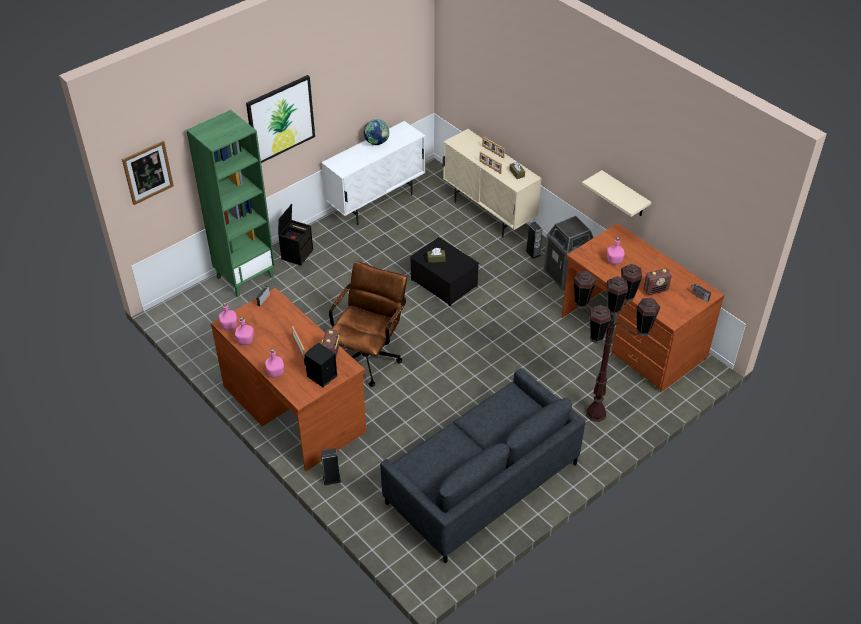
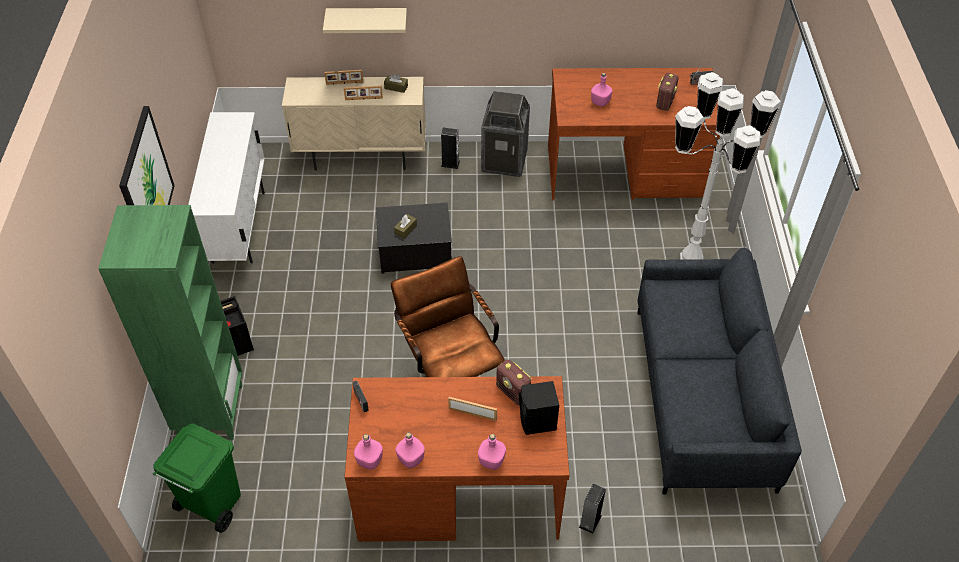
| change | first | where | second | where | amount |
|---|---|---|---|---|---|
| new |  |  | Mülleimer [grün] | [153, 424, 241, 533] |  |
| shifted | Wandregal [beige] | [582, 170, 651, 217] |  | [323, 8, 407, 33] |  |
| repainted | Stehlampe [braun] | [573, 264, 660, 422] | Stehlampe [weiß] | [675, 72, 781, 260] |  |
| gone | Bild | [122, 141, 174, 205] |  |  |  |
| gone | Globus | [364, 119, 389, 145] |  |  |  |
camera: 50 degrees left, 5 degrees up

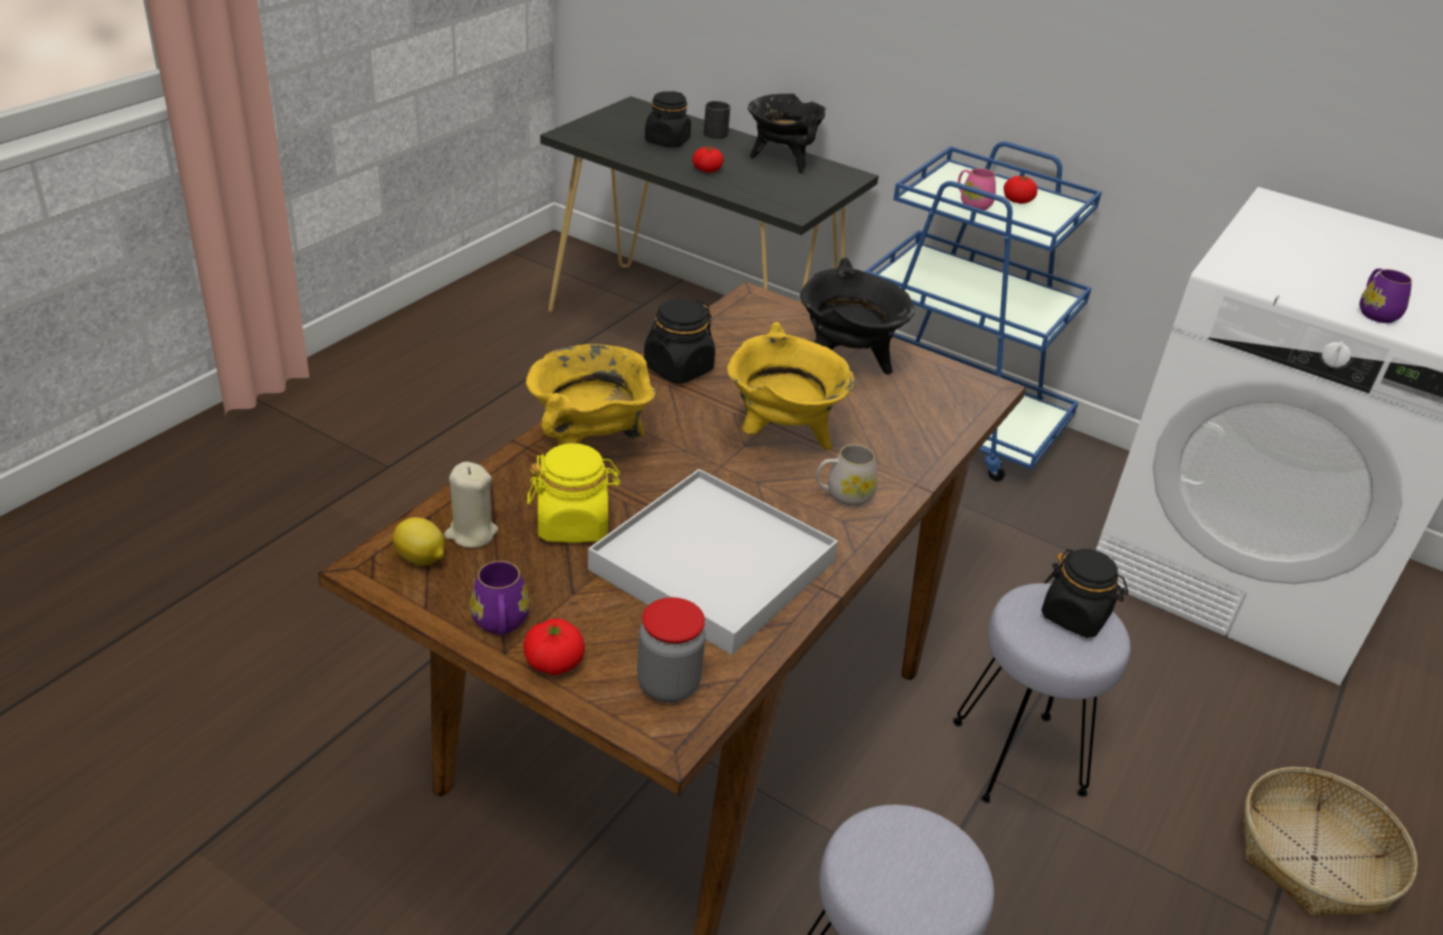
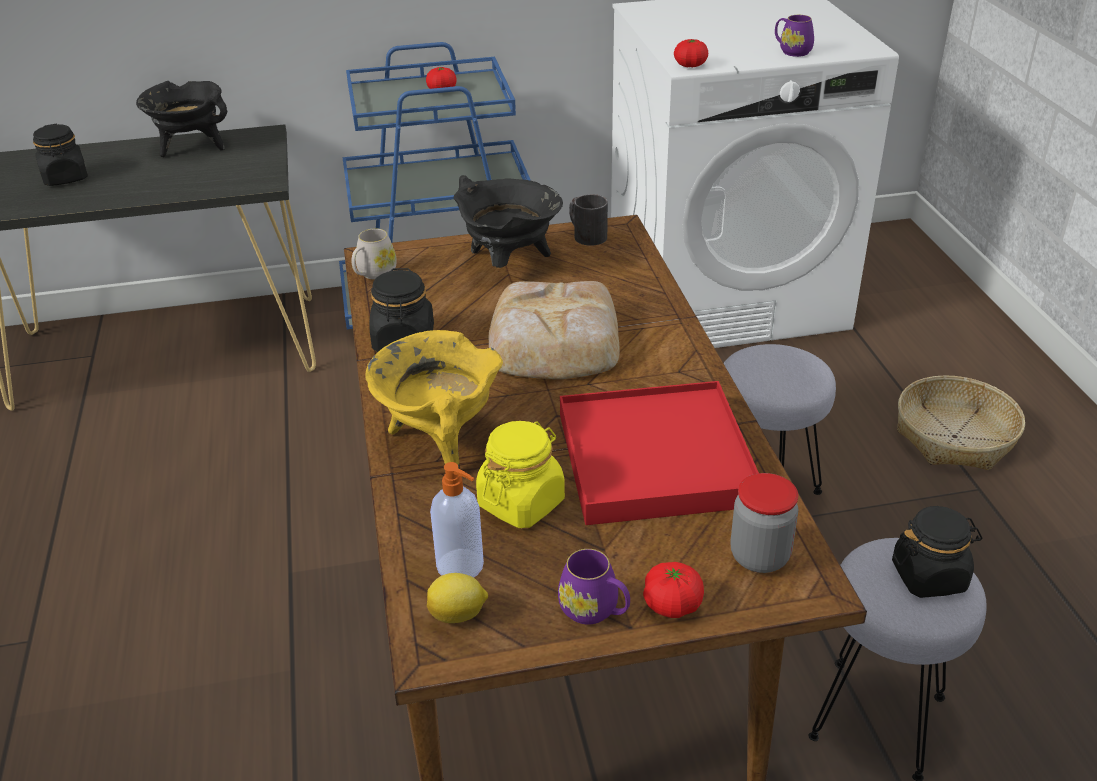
| change | first | where | second | where | amount |
|---|---|---|---|---|---|
| shifted | Henkelbecher [weiß] | [816, 444, 878, 507] |  | [352, 228, 397, 280] |  |
| swapped | Kerze [beige] | [444, 462, 498, 548] | Seifenspender | [430, 462, 484, 578] |  |
| swapped | Kochtopf [gelb] | [727, 322, 854, 450] | Brot | [489, 281, 620, 379] |  |
| repainted | Tablett [weiß] | [588, 469, 838, 655] | Tablett [rot] | [560, 381, 759, 525] |  |
| shifted | Henkelbecher [schwarz] | [704, 101, 730, 139] |  | [569, 194, 608, 246] |  |
| shifted | Tomate | [692, 147, 724, 173] |  | [674, 39, 708, 67] |  |
| shifted | Vorratsglas [schwarz] | [1041, 549, 1128, 638] |  | [892, 506, 982, 598] |  |
| gone | Henkelbecher [rosa] | [958, 168, 996, 210] |  |  |  |
camera: 40 degrees left, 0 degrees up

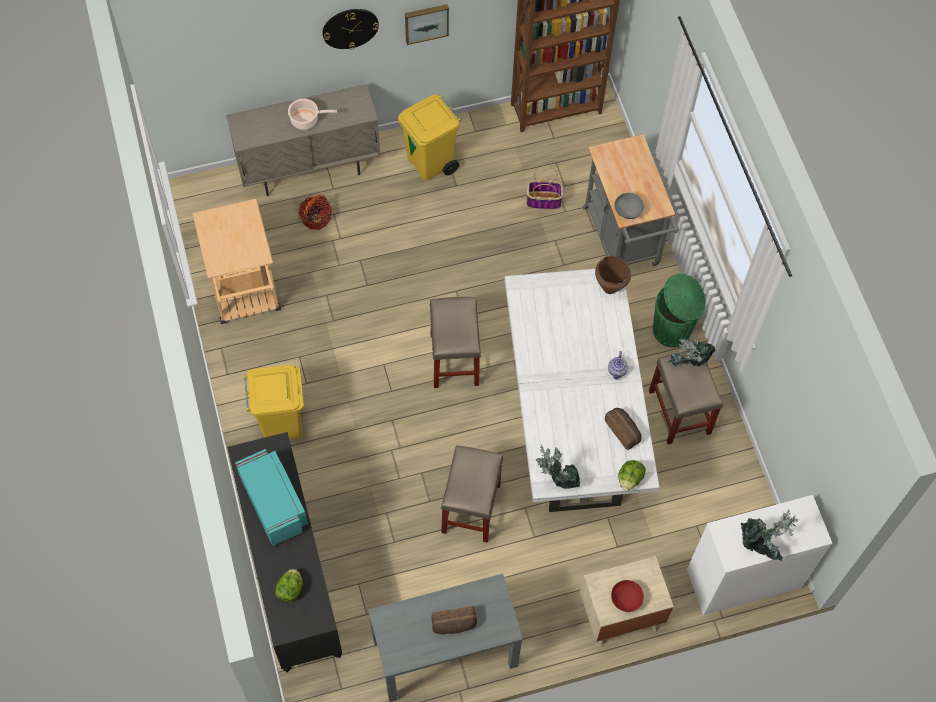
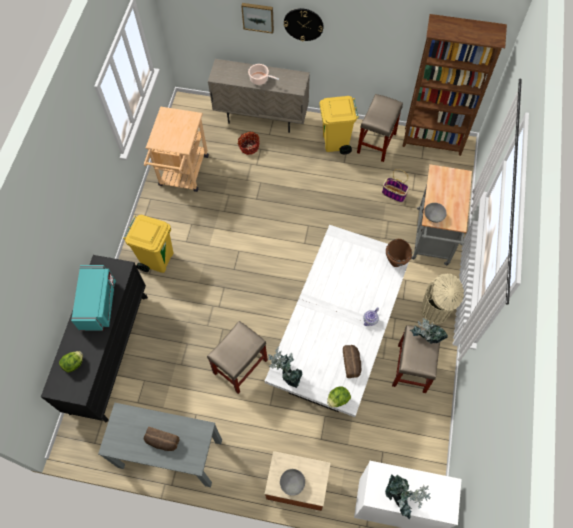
| change | first | where | second | where | amount |
|---|---|---|---|---|---|
| shifted | Bild | [405, 4, 449, 45] |  | [241, 3, 274, 34] |  |
| repainted | Schüssel [rot] | [611, 580, 644, 612] | Schüssel [grau] | [280, 469, 305, 496] |  |
| shifted | Hocker [beige] | [430, 297, 481, 388] |  | [357, 94, 403, 162] |  |
| repainted | Mülleimer [grün] | [653, 273, 706, 347] | Mülleimer [beige] | [421, 273, 464, 324] |  |
camera: 30 degrees right, 0 degrees up

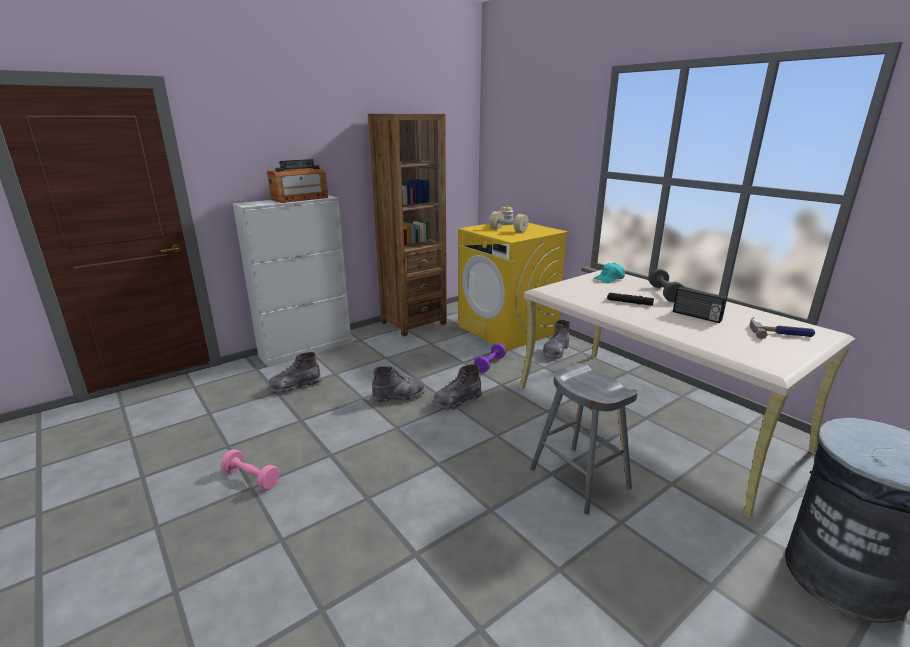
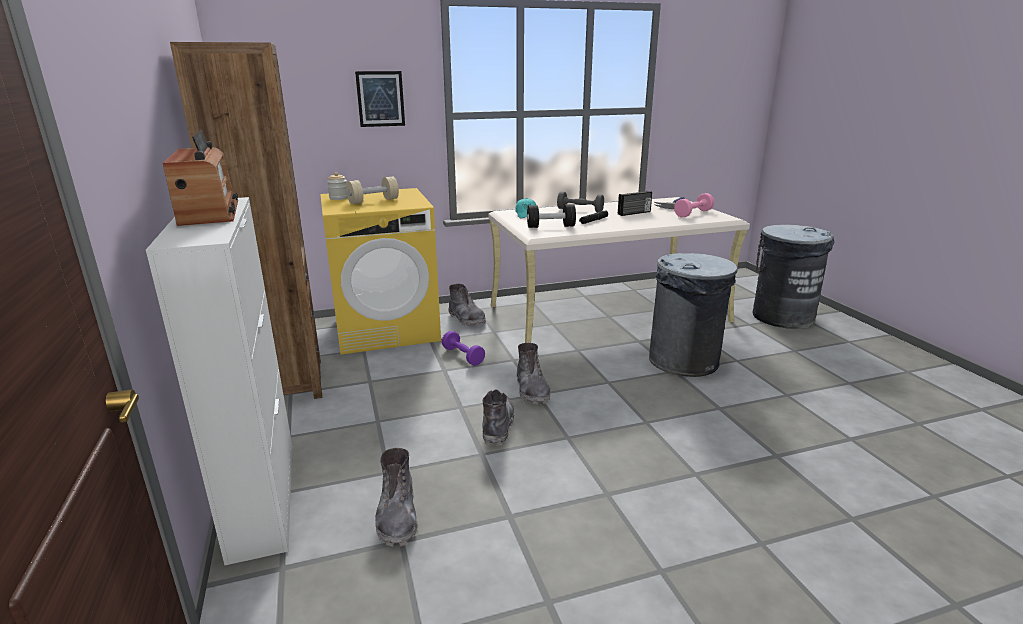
| change | first | where | second | where | amount |
|---|---|---|---|---|---|
| new |  |  | Bild | [355, 71, 405, 127] |  |
| new |  |  | Hantel [schwarz] | [527, 204, 576, 228] |  |
| swapped | Hocker [grau] | [530, 363, 638, 515] | Mülleimer [grau] | [649, 253, 738, 377] |  |
| shifted | Hantel [rosa] | [221, 449, 280, 490] |  | [674, 193, 714, 217] |  |
camera: 70 degrees left, 0 degrees up

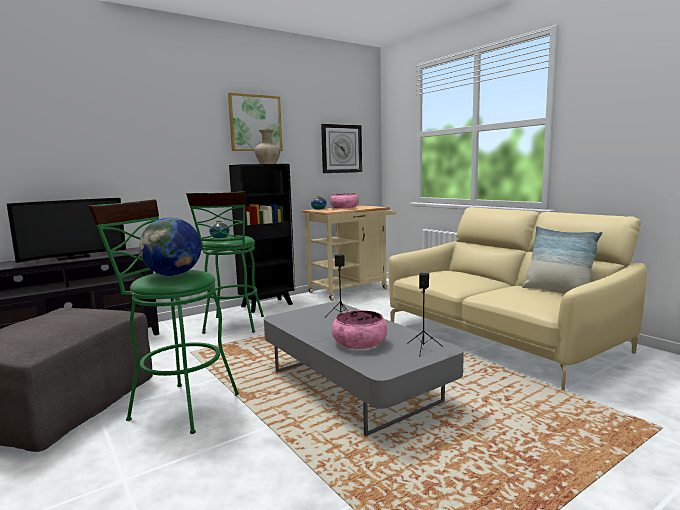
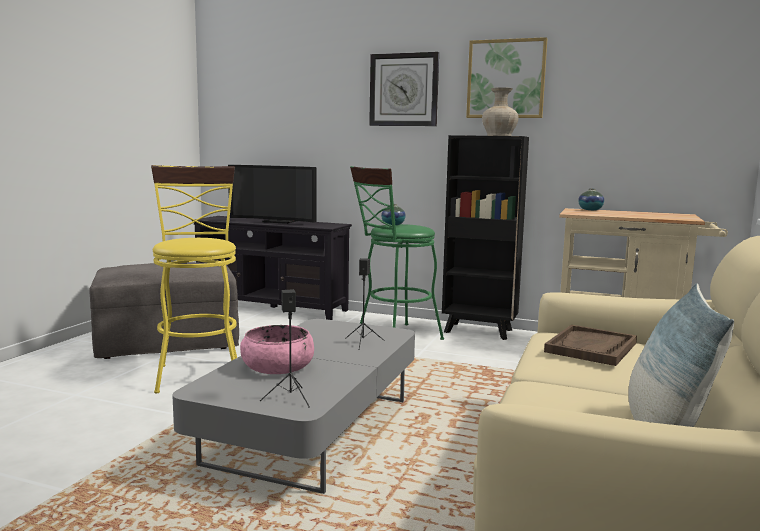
| change | first | where | second | where | amount |
|---|---|---|---|---|---|
| repainted | Hocker [grün] | [89, 199, 239, 434] | Hocker [gelb] | [151, 165, 237, 393] |  |
| shifted | Wanduhr | [321, 124, 362, 173] |  | [369, 52, 439, 126] |  |
| new |  |  | Tablett [braun] | [544, 325, 637, 366] |  |
| gone | Globus | [139, 217, 201, 276] |  |  |  |
| gone | Schüssel [rosa] | [330, 193, 359, 209] |  |  |  |
camera: 55 degrees right, 0 degrees up

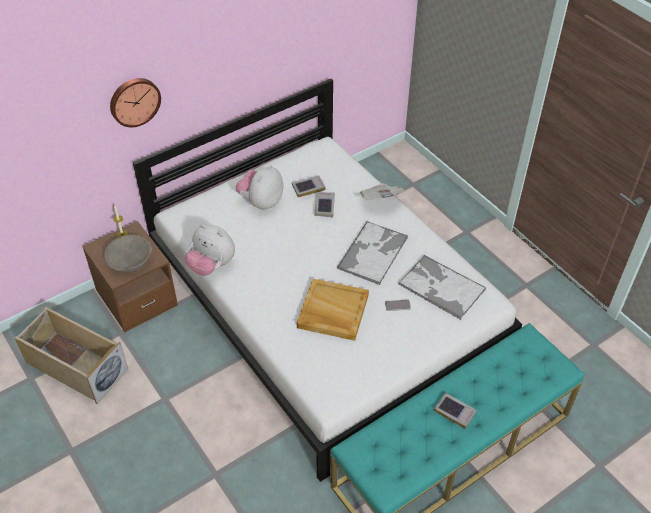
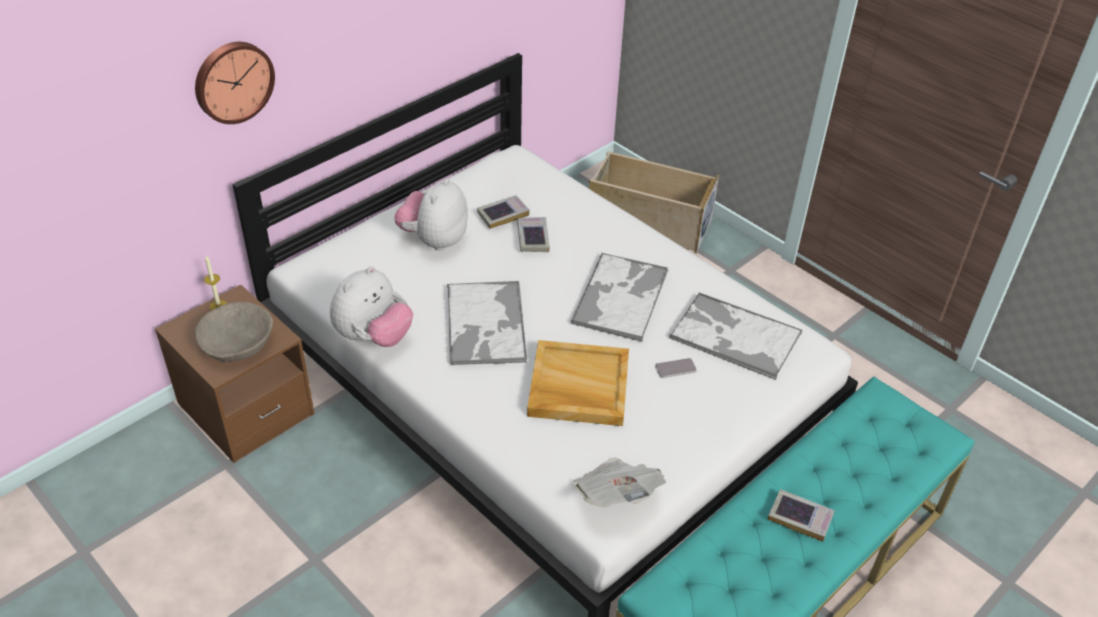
| change | first | where | second | where | amount |
|---|---|---|---|---|---|
| rotated | Plüschtier | [185, 224, 235, 276] |  | [330, 266, 413, 347] | 75 degrees counterclockwise |
| new |  |  | Tablett | [447, 281, 527, 365] |  |
| shifted | Zeitung | [360, 183, 404, 200] |  | [573, 458, 666, 507] |  |
| shifted | Aufbewahrungsbox [beige] | [14, 307, 128, 404] |  | [589, 151, 719, 254] |  |
camera: 10 degrees left, 5 degrees down

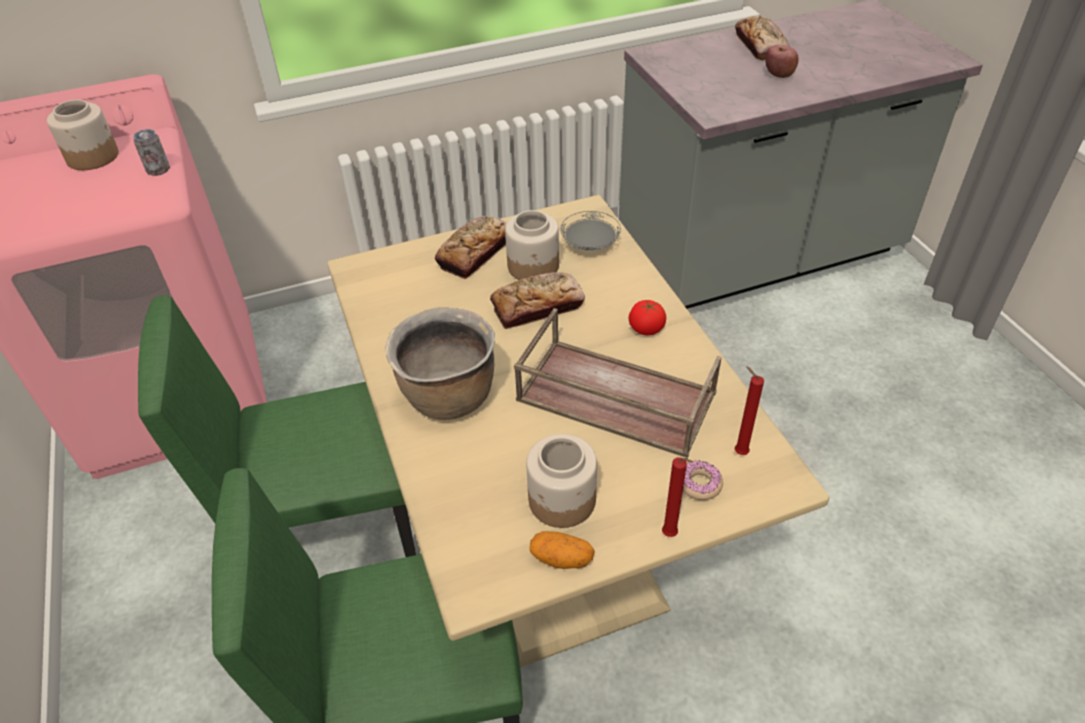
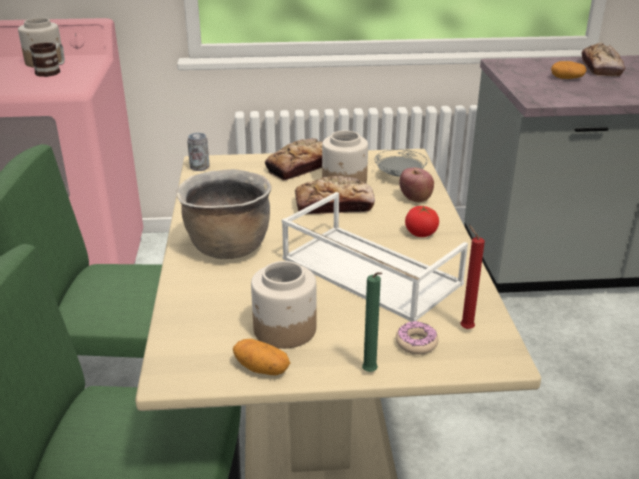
| change | first | where | second | where | amount |
|---|---|---|---|---|---|
| new |  |  | Henkelbecher | [29, 42, 65, 77] |  |
| shifted | Dose | [133, 129, 170, 176] |  | [187, 133, 210, 171] |  |
| repainted | Tablett [braun] | [514, 308, 722, 458] | Tablett [weiß] | [282, 192, 468, 322] |  |
| repainted | Kerze [rot] | [662, 457, 693, 537] | Kerze [grün] | [362, 272, 382, 372] |  |
| shifted | Apfel | [765, 45, 799, 78] |  | [399, 168, 434, 202] |  |
| new |  |  | Kartoffel | [551, 61, 587, 79] |  |
camera: 15 degrees right, 15 degrees down

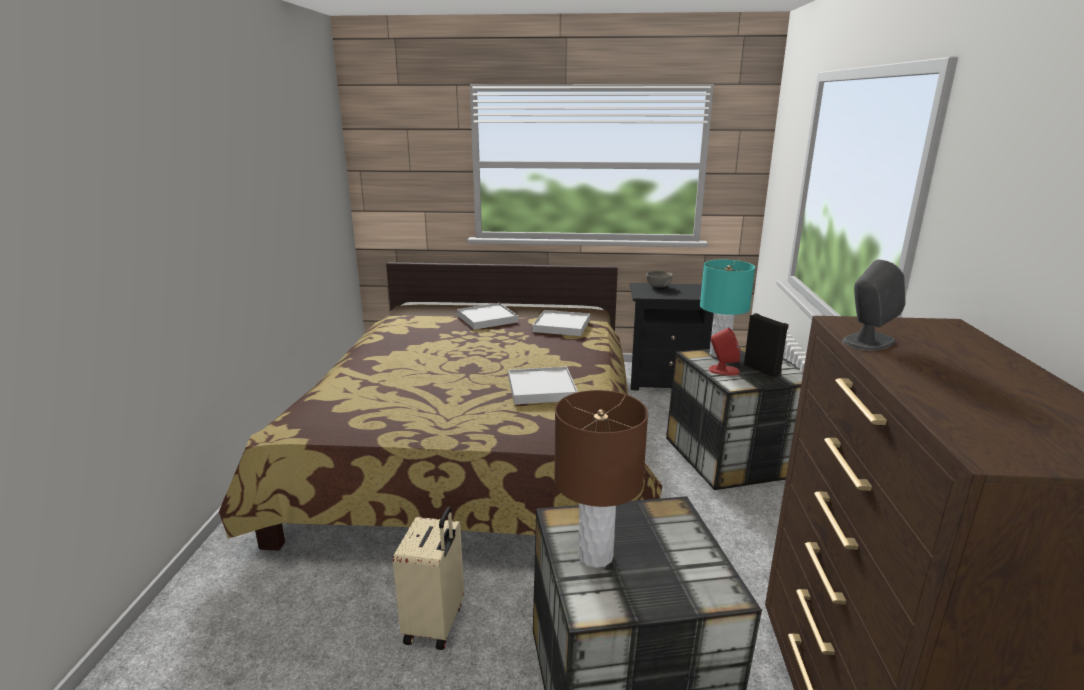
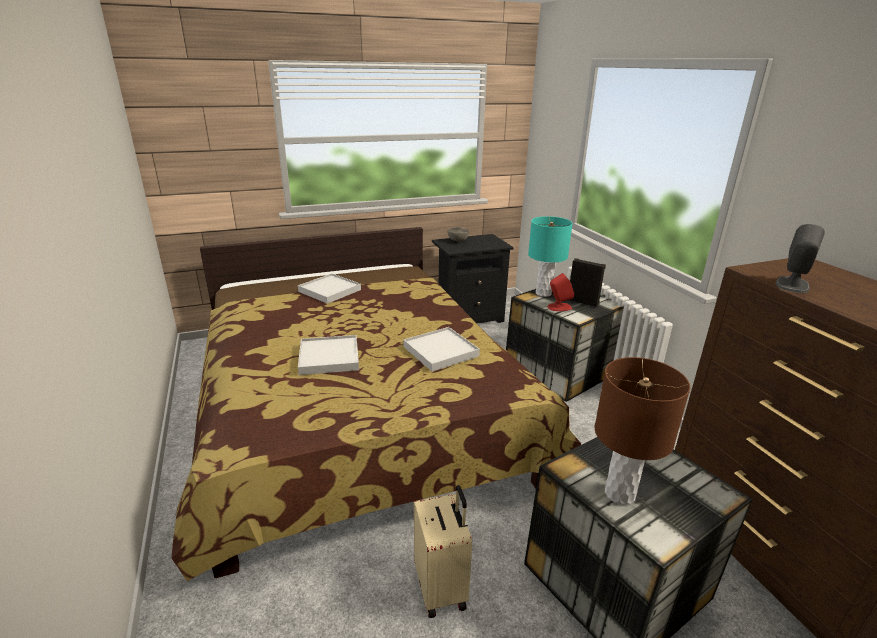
| change | first | where | second | where | amount |
|---|---|---|---|---|---|
| shifted | Tablett [weiß] | [532, 310, 590, 336] |  | [298, 335, 359, 375] |  |
camera: 25 degrees left, 5 degrees up

